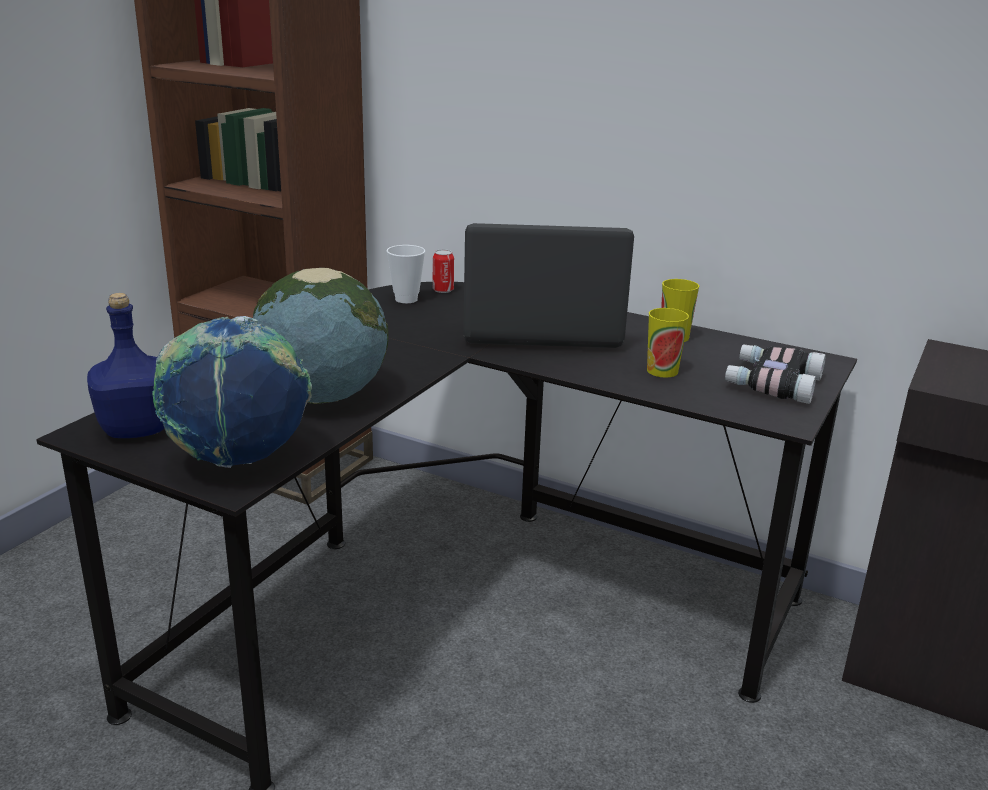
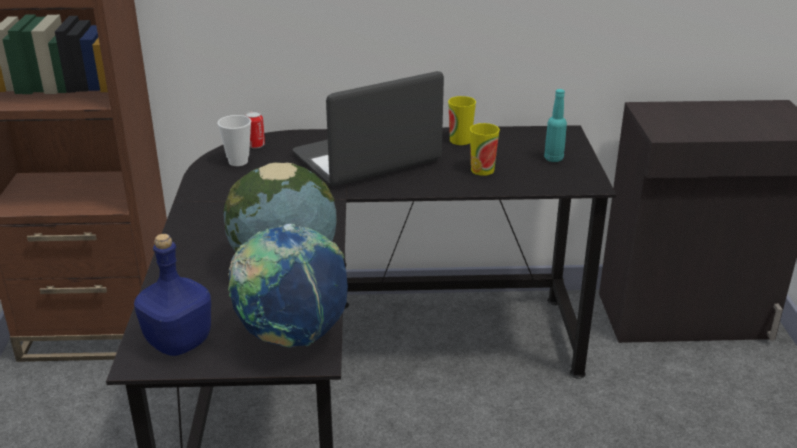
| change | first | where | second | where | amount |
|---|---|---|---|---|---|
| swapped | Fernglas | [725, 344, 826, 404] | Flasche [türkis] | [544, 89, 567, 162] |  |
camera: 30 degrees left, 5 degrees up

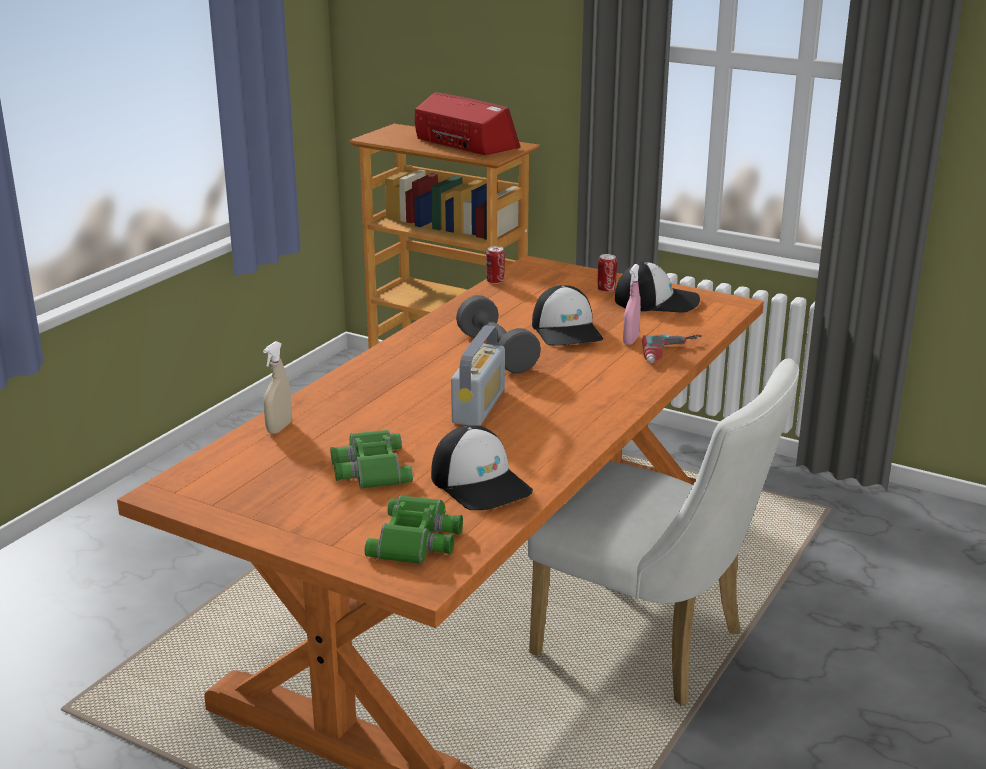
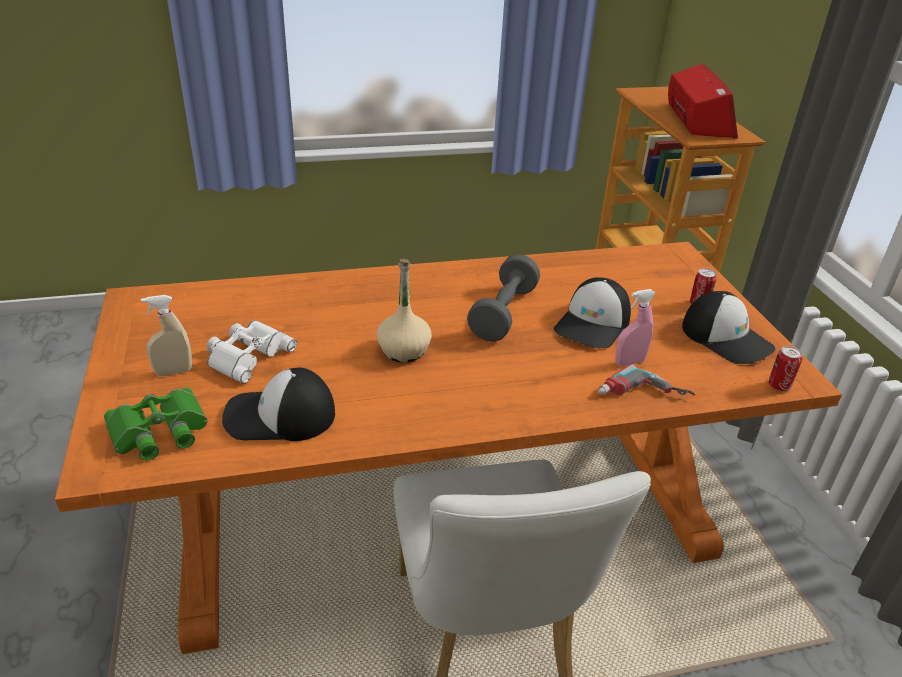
| change | first | where | second | where | amount |
|---|---|---|---|---|---|
| shifted | Sprühflasche [beige] | [263, 341, 292, 434] |  | [141, 295, 192, 376] |  |
| repainted | Fernglas [grün] | [330, 430, 413, 489] | Fernglas [weiß] | [207, 320, 297, 384] |  |
| rotated | Kappe | [431, 425, 533, 510] |  | [222, 368, 335, 441] | 75 degrees clockwise |
| swapped | Radio | [451, 326, 505, 426] | Flasche [beige] | [377, 259, 432, 363] |  |
| shifted | Dose | [486, 246, 505, 284] |  | [769, 346, 802, 391] |  |
camera: 45 degrees right, 10 degrees up

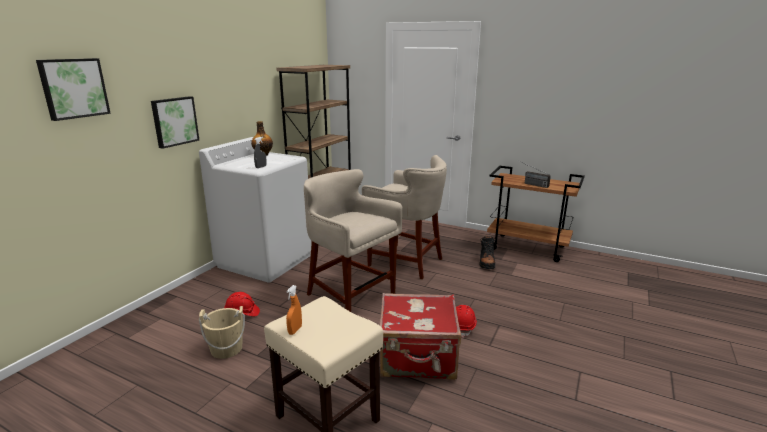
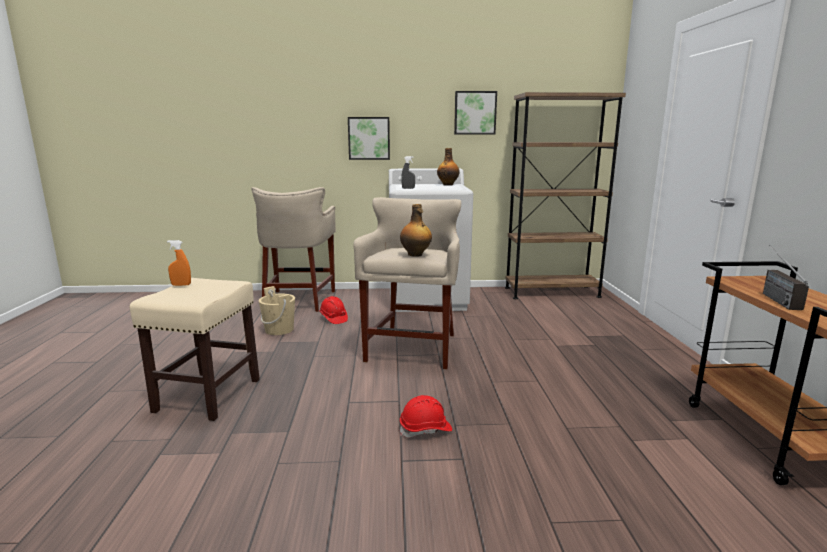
| change | first | where | second | where | amount |
|---|---|---|---|---|---|
| shifted | Hocker [beige] | [362, 155, 447, 280] |  | [251, 187, 336, 312] |  |
| new |  |  | Flasche | [400, 204, 432, 257] |  |
| shifted | Bild | [36, 58, 111, 121] |  | [454, 91, 497, 134] |  |
| gone | Koffer [rot] | [379, 293, 461, 380] |  |  |  |
| gone | Stiefel [schwarz] | [480, 236, 496, 269] |  |  |  |
camera: 60 degrees right, 5 degrees down

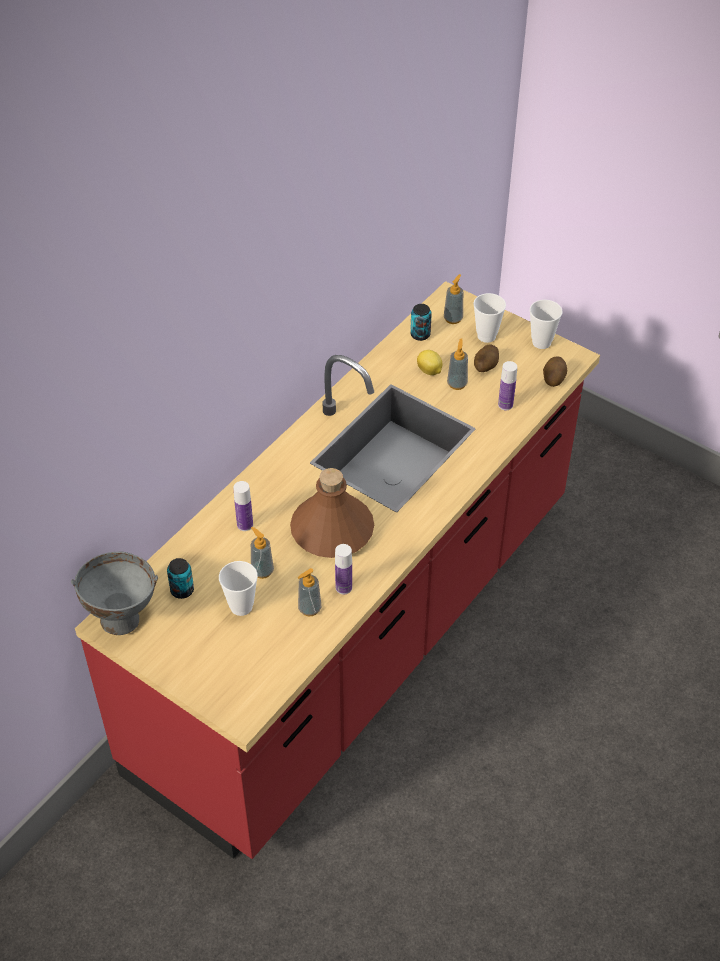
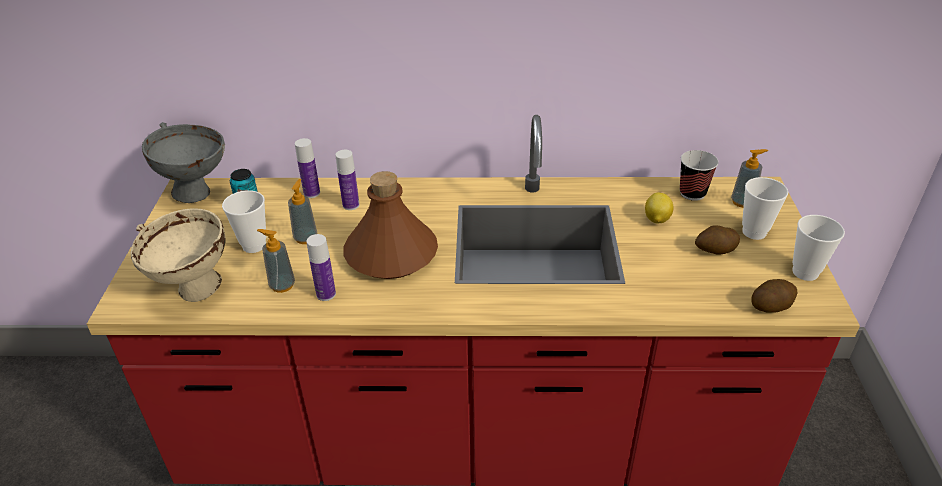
| change | first | where | second | where | amount |
|---|---|---|---|---|---|
| new |  |  | Schüssel [beige] | [131, 208, 226, 302] |  |
| shifted | Flasche | [498, 361, 517, 410] |  | [295, 138, 320, 198] |  |
| swapped | Dose | [410, 304, 432, 341] | Tasse | [680, 150, 719, 201] |  |
| gone | Seifenspender | [447, 338, 468, 390] |  |  |  |
camera: 55 degrees right, 10 degrees down

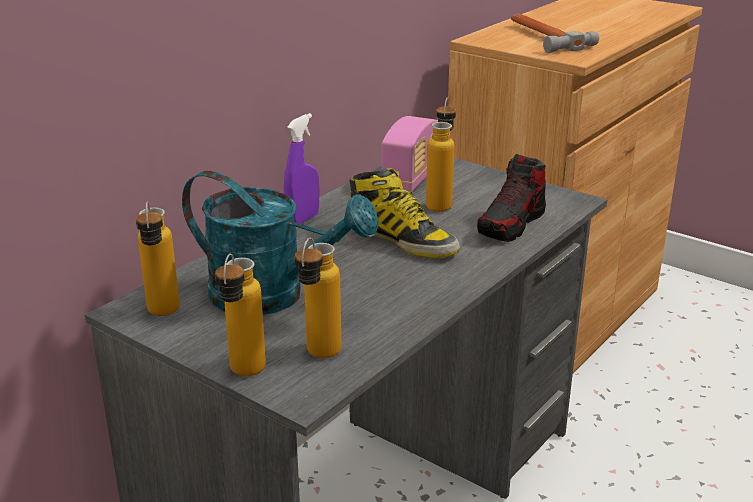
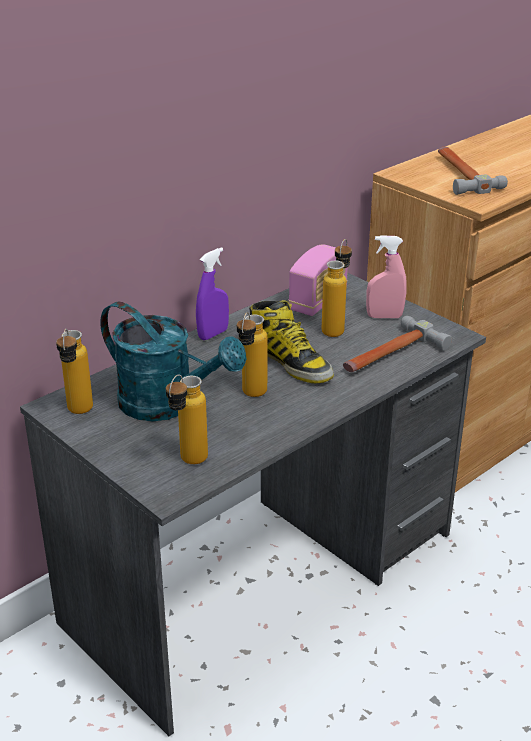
| change | first | where | second | where | amount |
|---|---|---|---|---|---|
| shifted | Flasche | [215, 254, 266, 376] |  | [236, 312, 267, 397] |  |
| swapped | Schuh | [477, 154, 546, 242] | Hammer | [343, 316, 452, 372] |  |
| new |  |  | Sprühflasche [rosa] | [366, 235, 407, 318] |  |
camera: 10 degrees right, 5 degrees up

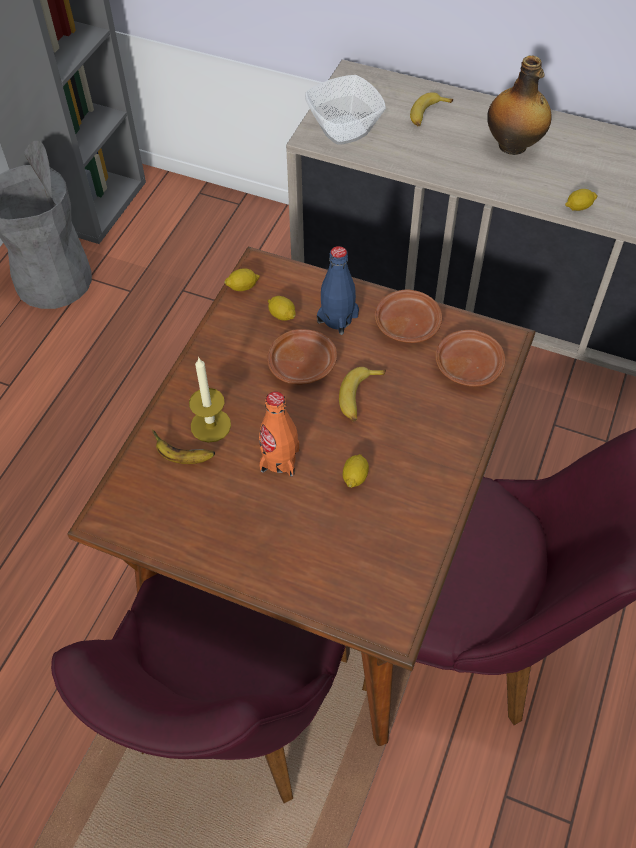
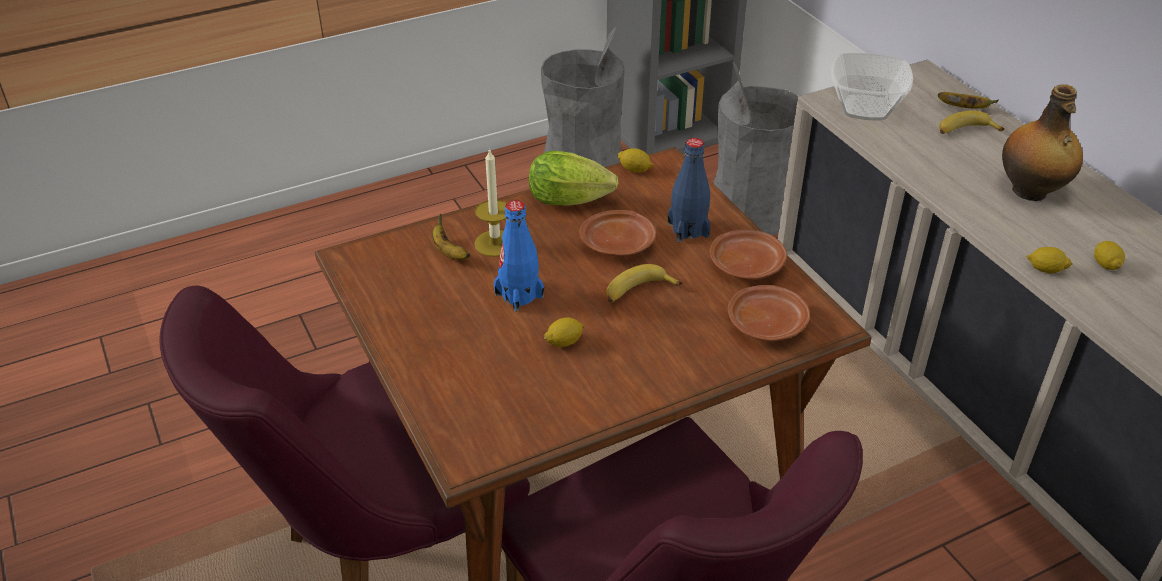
| change | first | where | second | where | amount |
|---|---|---|---|---|---|
| repainted | Flasche [orange] | [259, 392, 299, 476] | Flasche [blau] | [494, 200, 544, 312] |  |
| new |  |  | Salatkopf | [529, 151, 618, 205] |  |
| new |  |  | Mülleimer [grau] | [714, 62, 798, 236] |  |
| new |  |  | Banane | [938, 92, 999, 109] |  |
| shifted | Zitrone | [268, 296, 296, 321] |  | [1094, 241, 1125, 270] |  |
camera: 40 degrees right, 15 degrees down

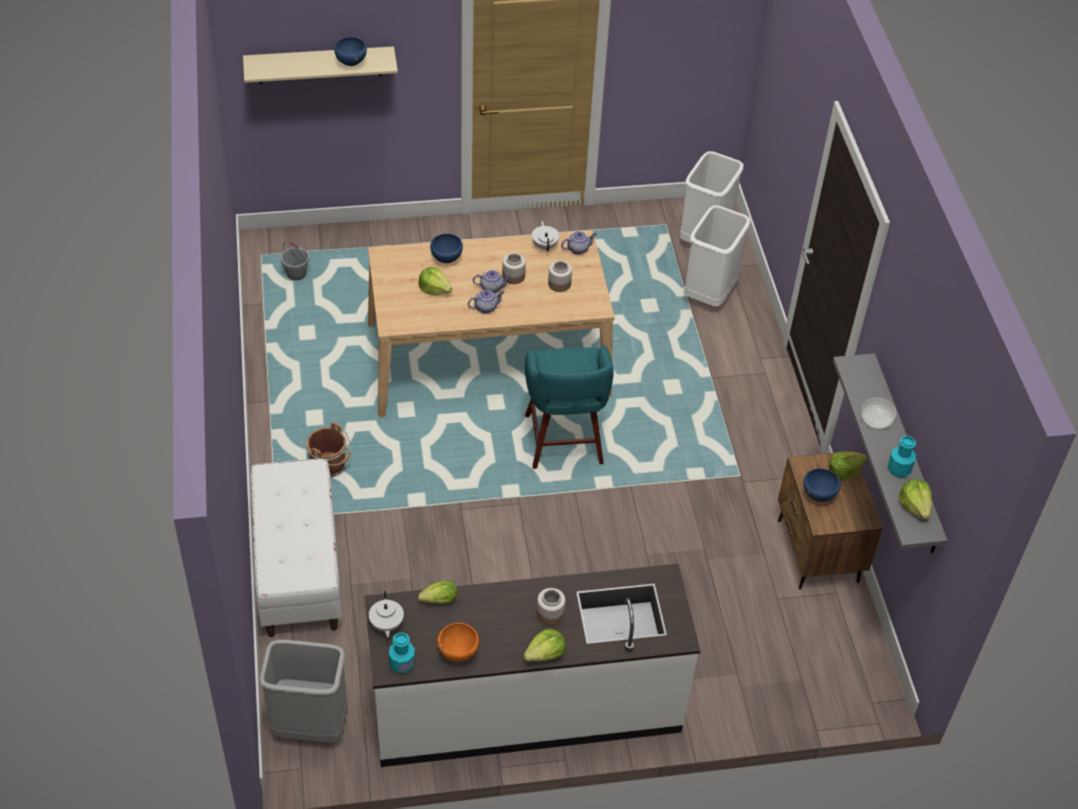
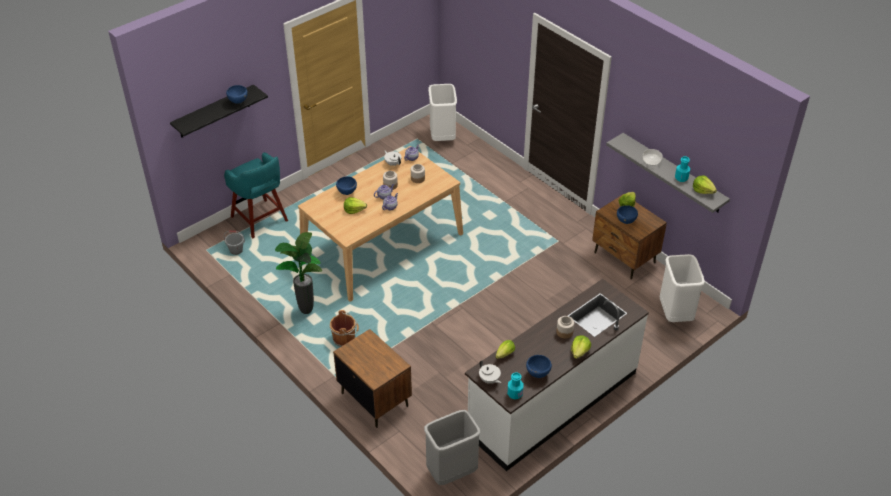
| change | first | where | second | where | amount |
|---|---|---|---|---|---|
| repainted | Wandregal [beige] | [243, 46, 398, 84] | Wandregal [schwarz] | [170, 85, 268, 138] |  |
| shifted | Hocker [türkis] | [525, 345, 614, 469] |  | [224, 152, 288, 238] |  |
| new |  |  | Topfpflanze | [275, 232, 322, 314] |  |
| swapped | Bank [weiß] | [250, 458, 342, 637] | Nachttisch [braun] | [333, 329, 412, 428] |  |
| repainted | Schüssel [orange] | [437, 623, 479, 662] | Schüssel [blau] | [526, 355, 552, 378] |  |
| shifted | Mülleimer [weiß] | [684, 205, 750, 306] |  | [660, 254, 705, 322] |  |
camera: 30 degrees left, 5 degrees down

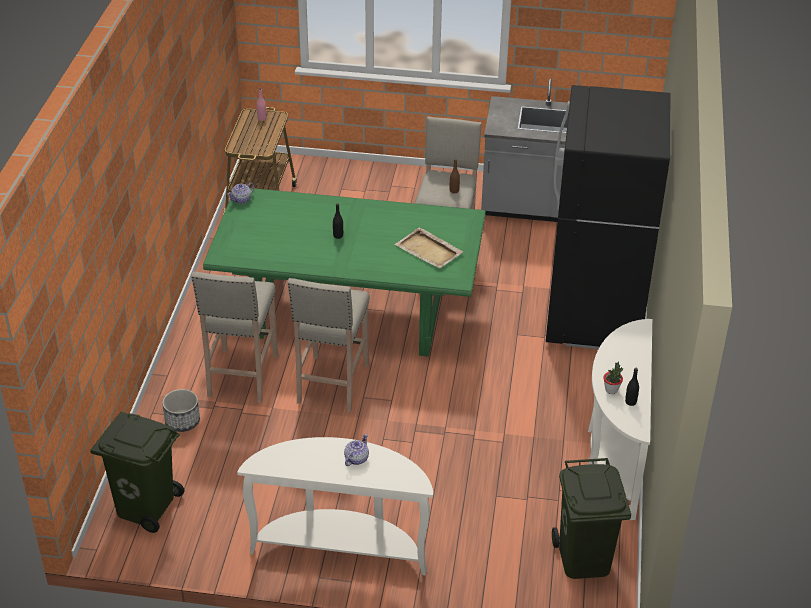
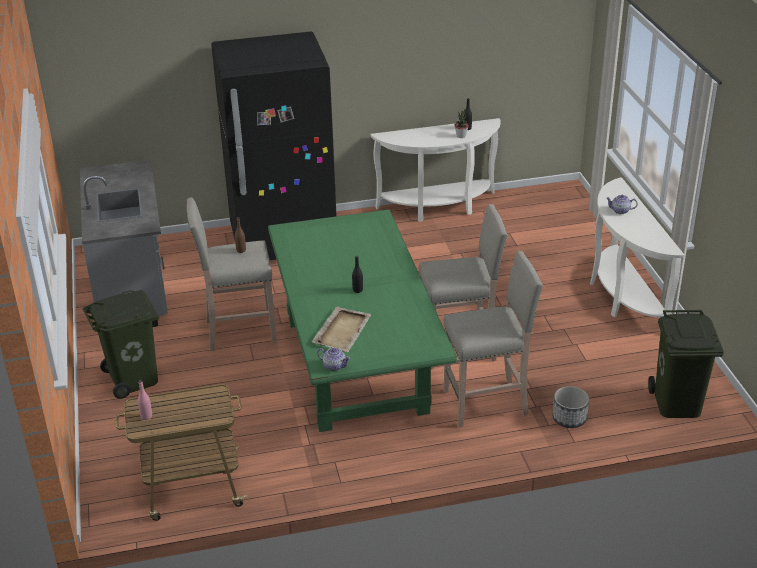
| change | first | where | second | where | amount |
|---|---|---|---|---|---|
| shifted | Mülleimer [grün] | [552, 458, 631, 579] |  | [83, 290, 159, 399] |  |
| shifted | Tablett [beige] | [395, 227, 464, 268] |  | [312, 306, 372, 352] |  |
camera: 110 degrees left, 5 degrees down

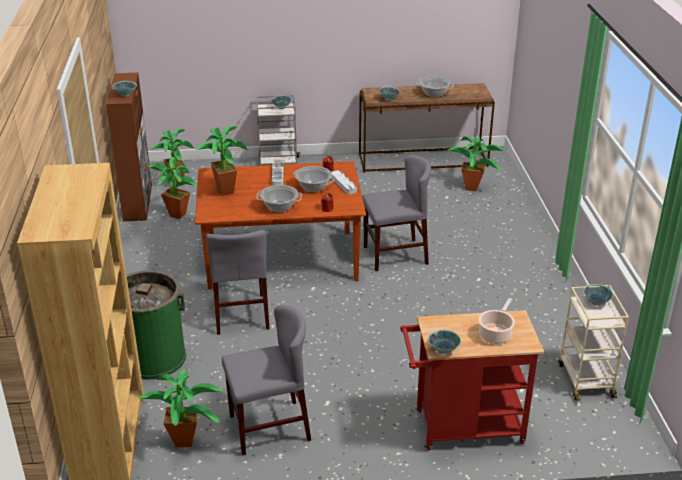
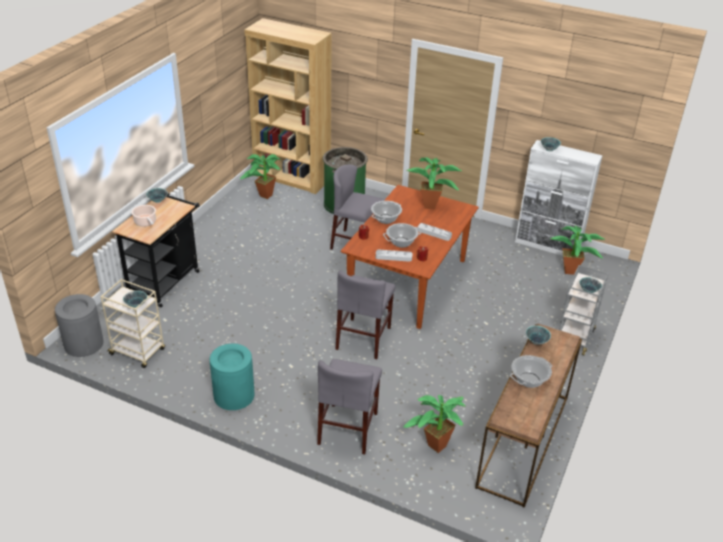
| change | first | where | second | where | amount |
|---|---|---|---|---|---|
| new |  |  | Mülleimer [grau] | [55, 294, 104, 357] |  |
| repainted | Rollwagen [rot] | [400, 310, 544, 451] | Rollwagen [schwarz] | [112, 194, 200, 308] |  |
| new |  |  | Mülleimer [türkis] | [210, 344, 254, 410] |  |
| shifted | Stuhl [grau] | [222, 305, 311, 455] |  | [317, 359, 382, 454] |  |
| repainted | Schrank [braun] | [106, 73, 152, 222] | Schrank [weiß] | [515, 140, 603, 256] |  |
| gone | Topfpflanze | [148, 156, 197, 219] |  |  |  |
camera: 120 degrees right, 5 degrees up

